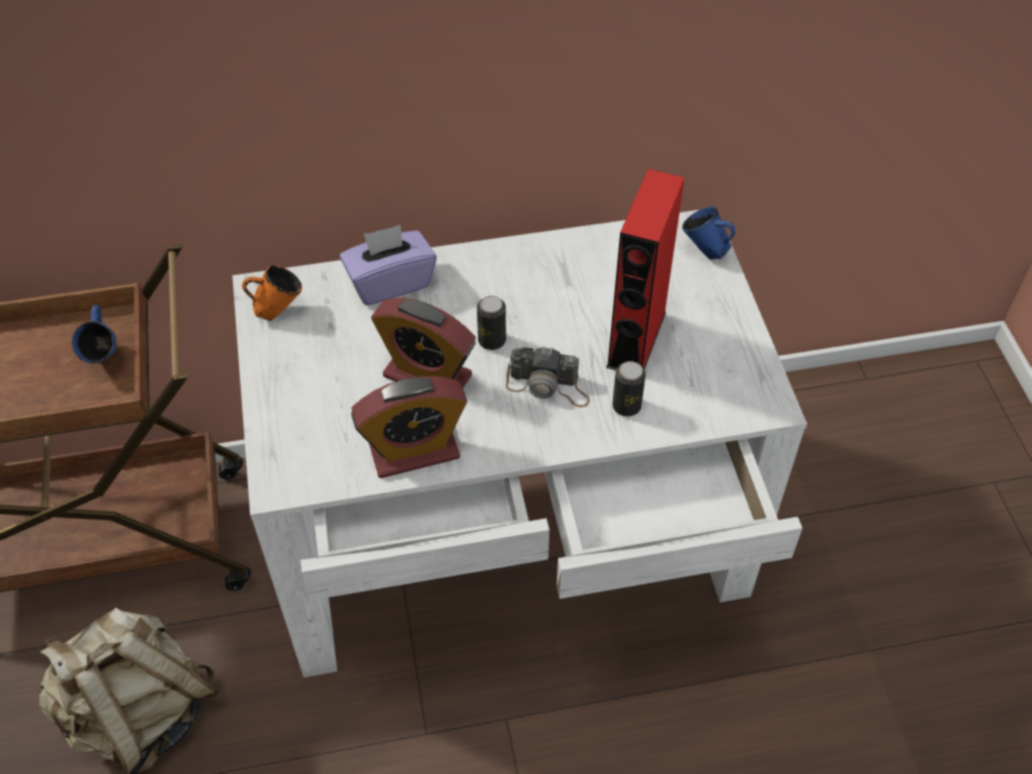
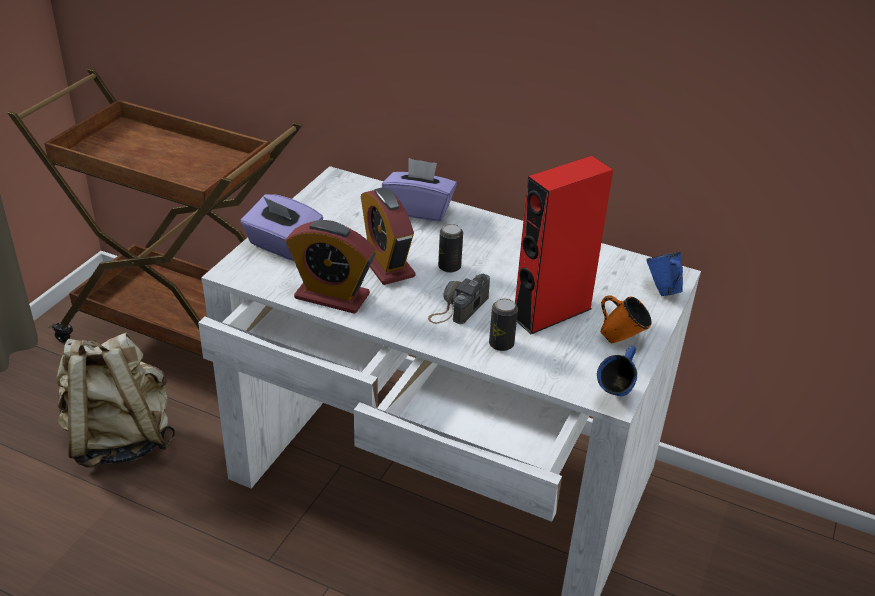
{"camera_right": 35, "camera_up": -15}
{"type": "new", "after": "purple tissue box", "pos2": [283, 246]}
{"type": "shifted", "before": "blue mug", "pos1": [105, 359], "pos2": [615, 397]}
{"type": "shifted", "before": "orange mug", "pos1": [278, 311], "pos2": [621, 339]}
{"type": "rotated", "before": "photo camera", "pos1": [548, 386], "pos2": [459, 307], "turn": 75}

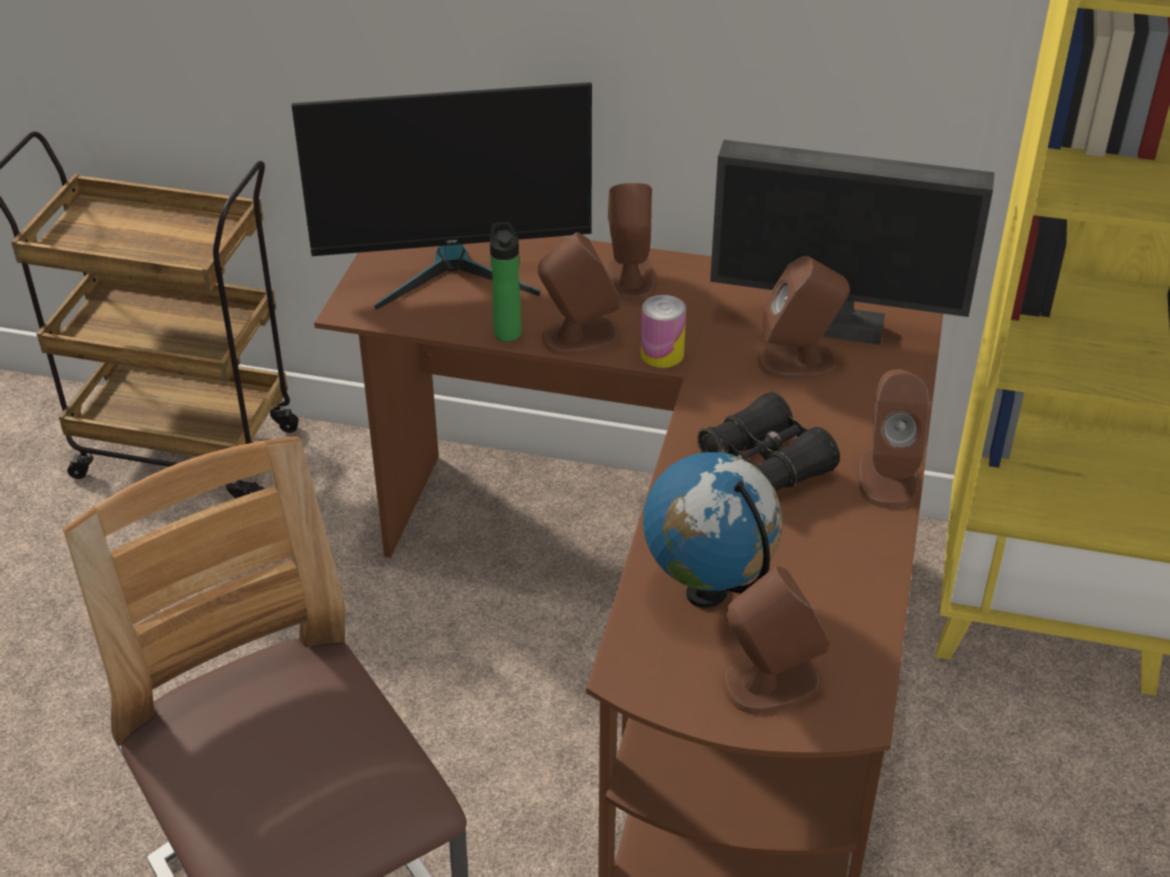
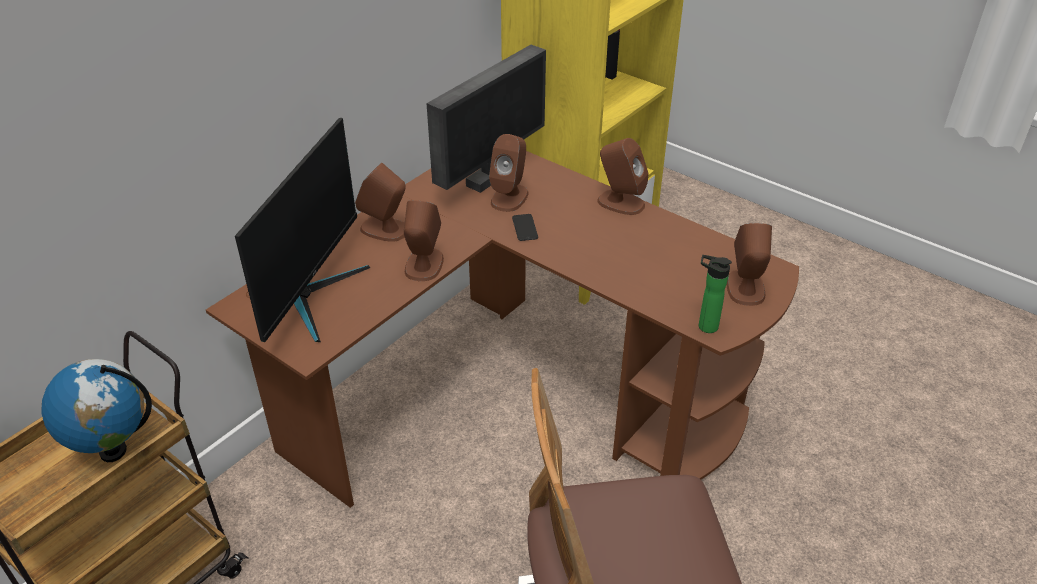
{"camera_right": -65, "camera_up": 0}
{"type": "gone", "before": "can", "pos1": [662, 354]}
{"type": "gone", "before": "black binoculars", "pos1": [765, 464]}
{"type": "new", "after": "phone", "pos2": [525, 228]}
{"type": "shifted", "before": "bottle", "pos1": [507, 331], "pos2": [704, 326]}
{"type": "shifted", "before": "globe", "pos1": [707, 592], "pos2": [113, 450]}

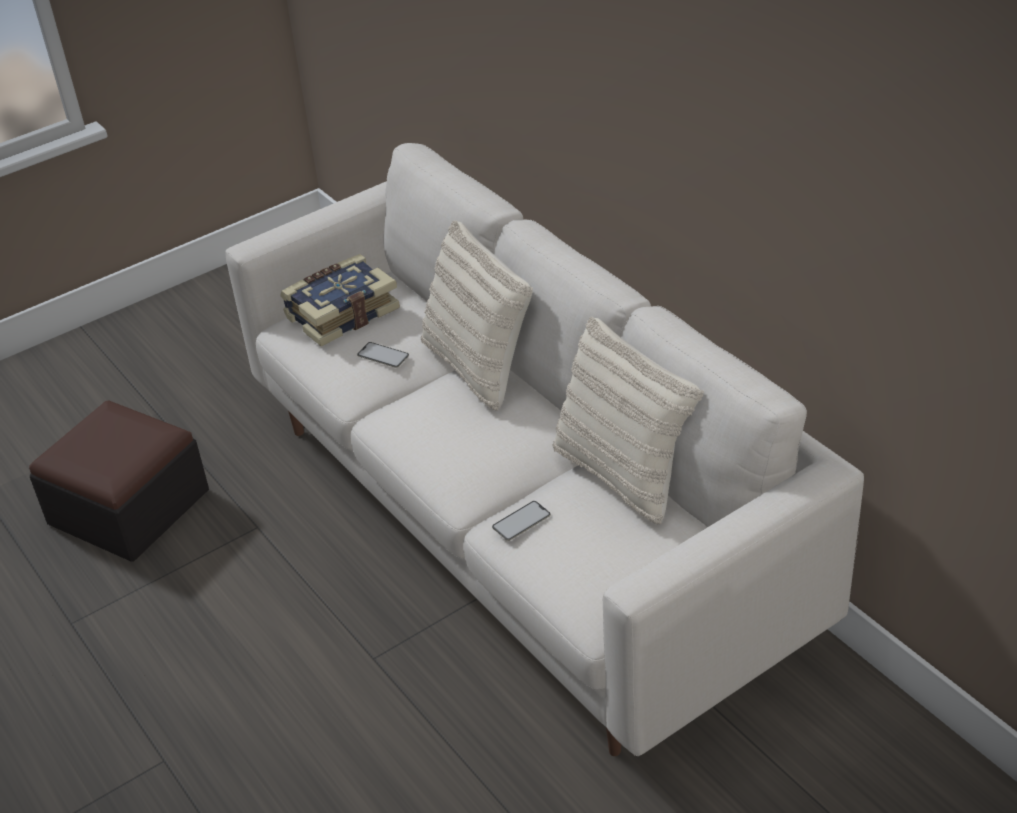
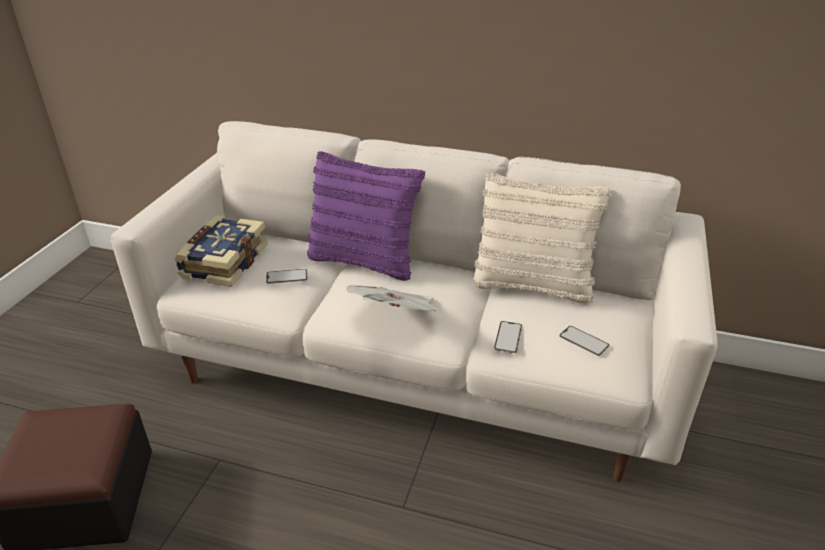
{"camera_right": -40, "camera_up": -5}
{"type": "new", "after": "newspaper", "pos2": [397, 317]}
{"type": "new", "after": "phone", "pos2": [583, 341]}
{"type": "repainted", "before": "beige pillow", "after": "purple pillow", "pos1": [479, 369], "pos2": [365, 262]}

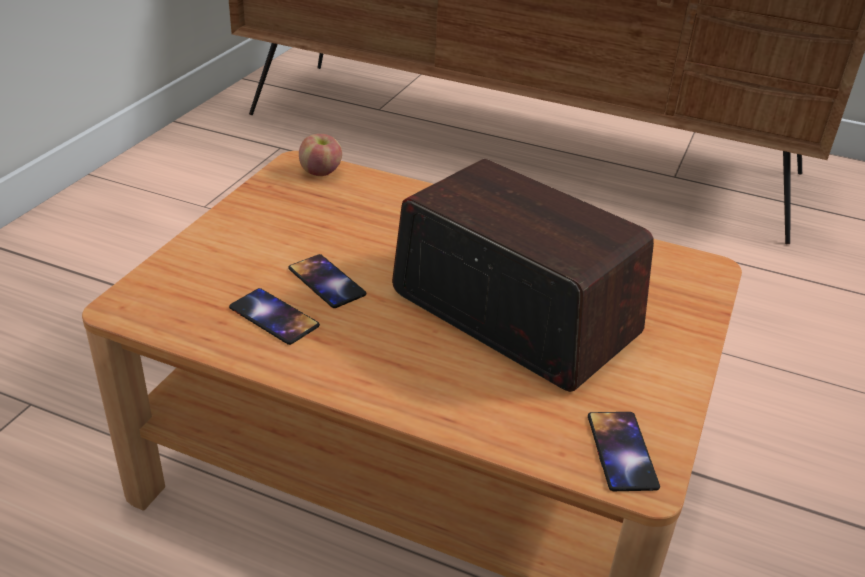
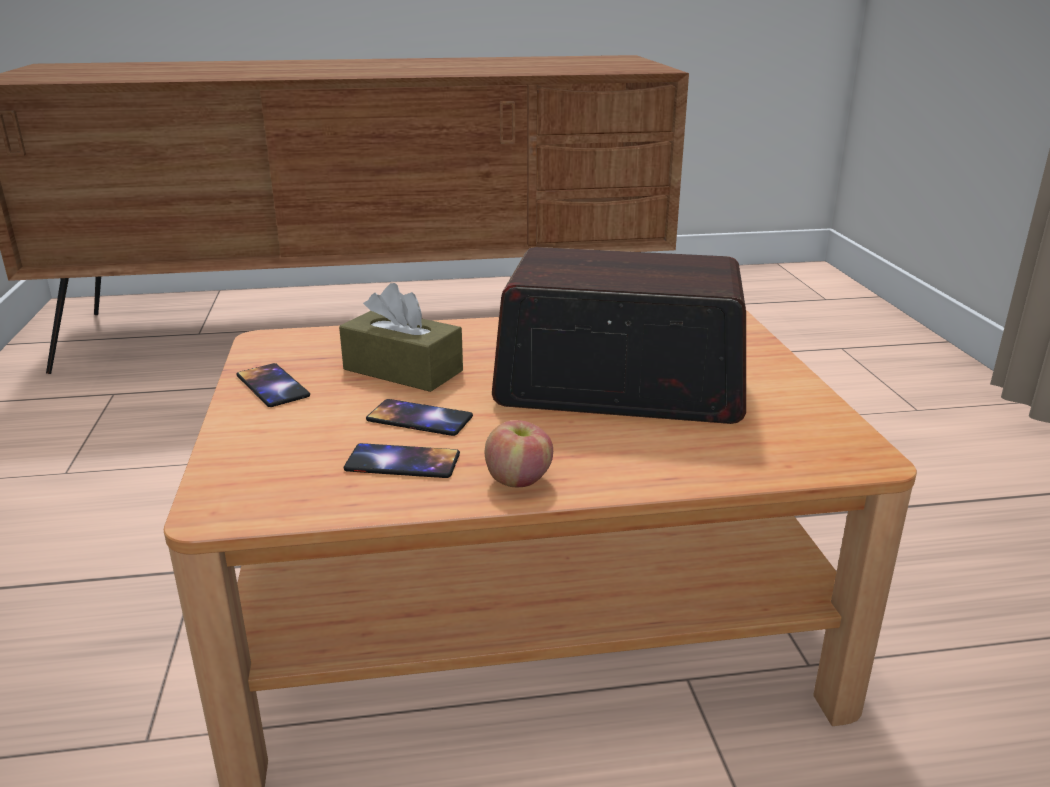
{"camera_right": -30, "camera_up": -10}
{"type": "new", "after": "brown tissue box", "pos2": [403, 370]}
{"type": "shifted", "before": "apple", "pos1": [321, 172], "pos2": [518, 480]}
{"type": "shifted", "before": "phone", "pos1": [621, 451], "pos2": [272, 386]}

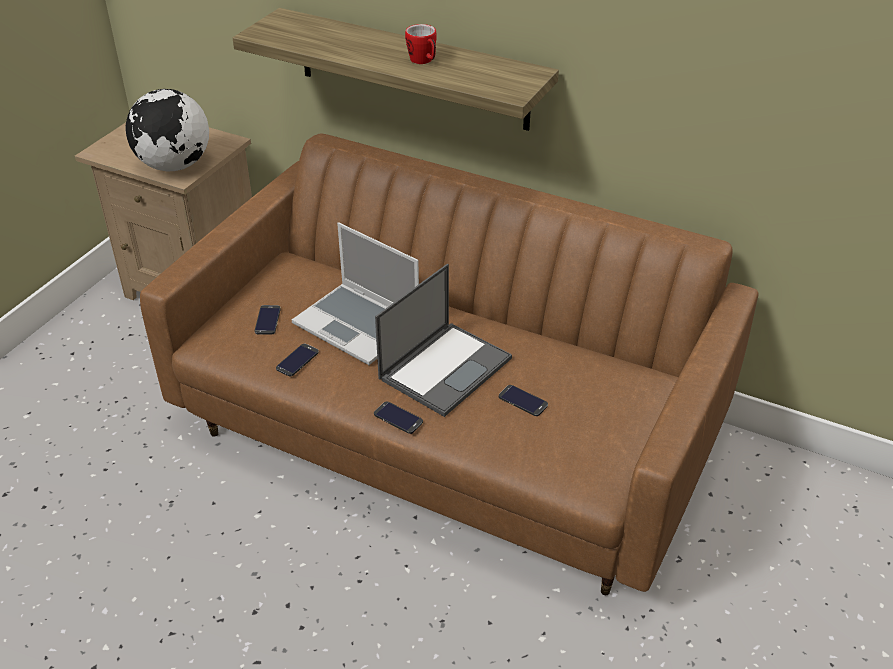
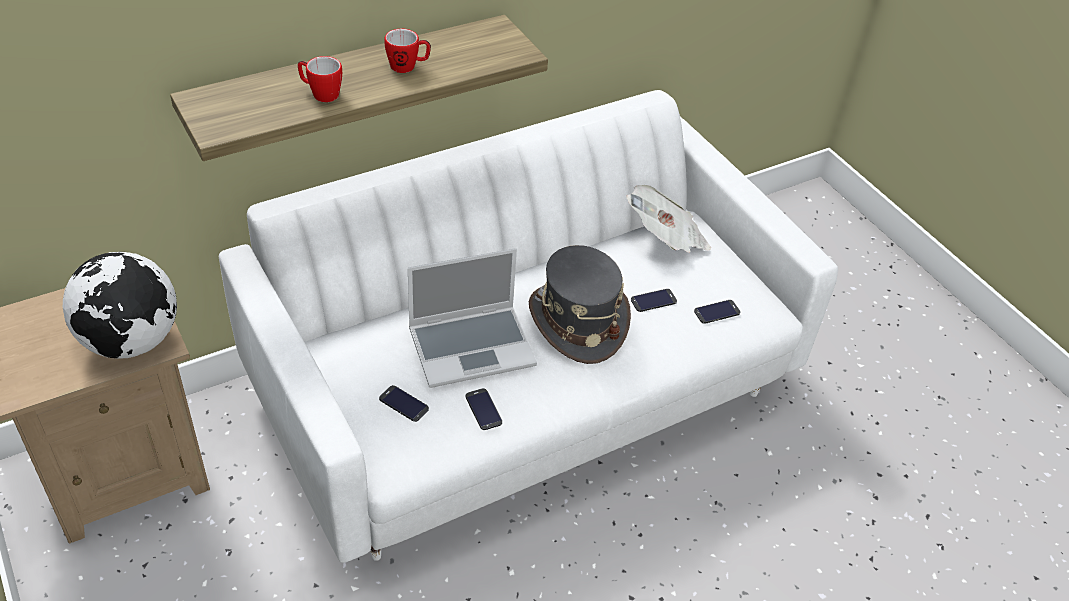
{"camera_right": -60, "camera_up": 5}
{"type": "new", "after": "mug", "pos2": [321, 94]}
{"type": "new", "after": "newspaper", "pos2": [666, 238]}
{"type": "shifted", "before": "phone", "pos1": [398, 418], "pos2": [717, 312]}
{"type": "swapped", "before": "laptop", "after": "grey hat", "pos1": [446, 367], "pos2": [577, 322]}
{"type": "repainted", "before": "brown sofa", "after": "white sofa", "pos1": [447, 435], "pos2": [526, 392]}

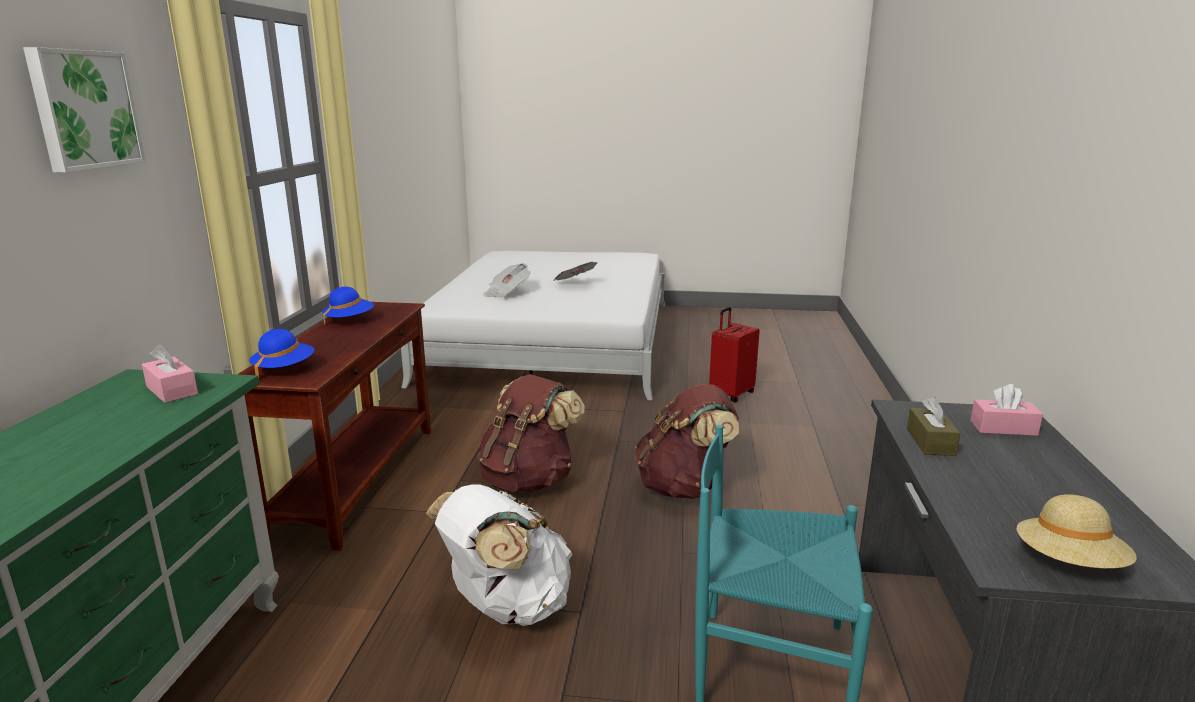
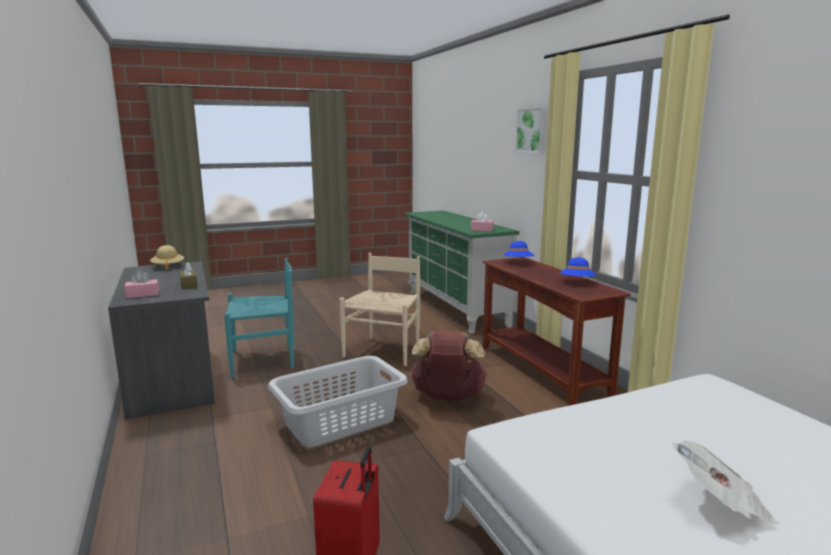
{"camera_right": 150, "camera_up": -5}
{"type": "gone", "before": "newspaper", "pos1": [506, 293]}
{"type": "swapped", "before": "white backpack", "after": "beige chair", "pos1": [506, 607], "pos2": [384, 351]}
{"type": "swapped", "before": "brown backpack", "after": "grey laundry basket", "pos1": [684, 488], "pos2": [339, 421]}

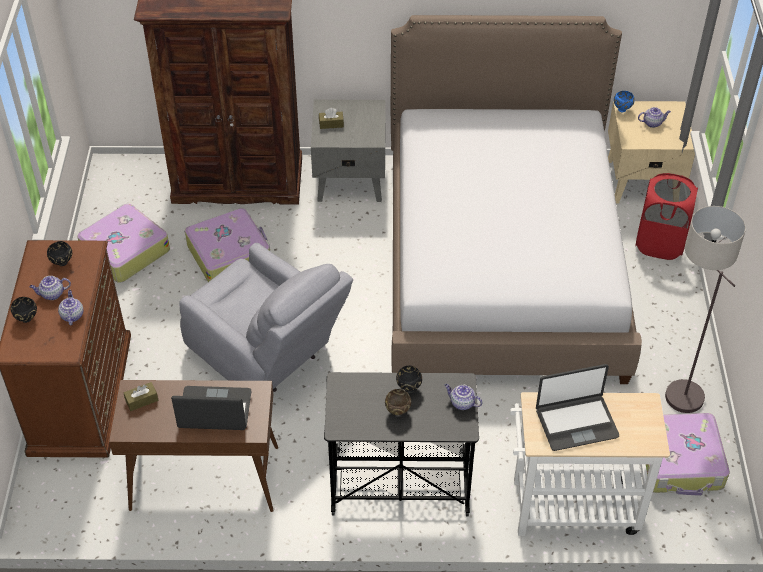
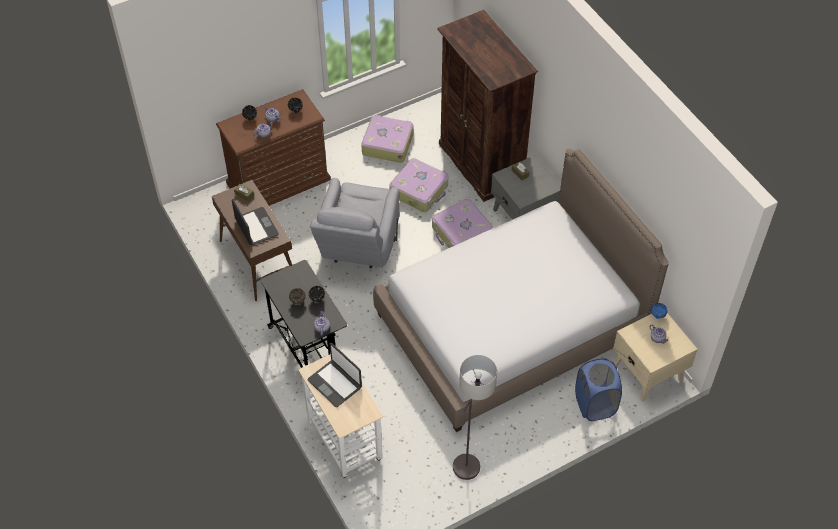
{"camera_right": 60, "camera_up": 5}
{"type": "shifted", "before": "suitcase", "pos1": [680, 461], "pos2": [461, 233]}
{"type": "repainted", "before": "red laundry basket", "after": "blue laundry basket", "pos1": [660, 243], "pos2": [595, 404]}

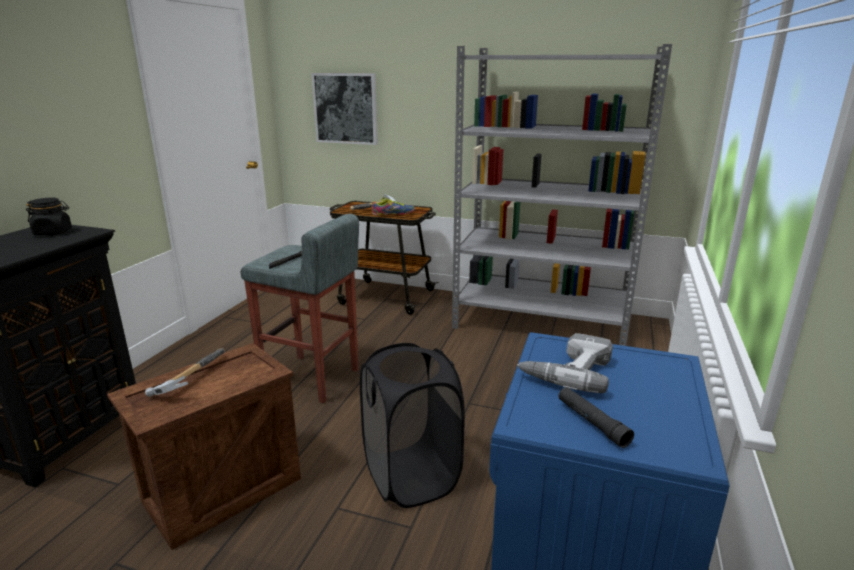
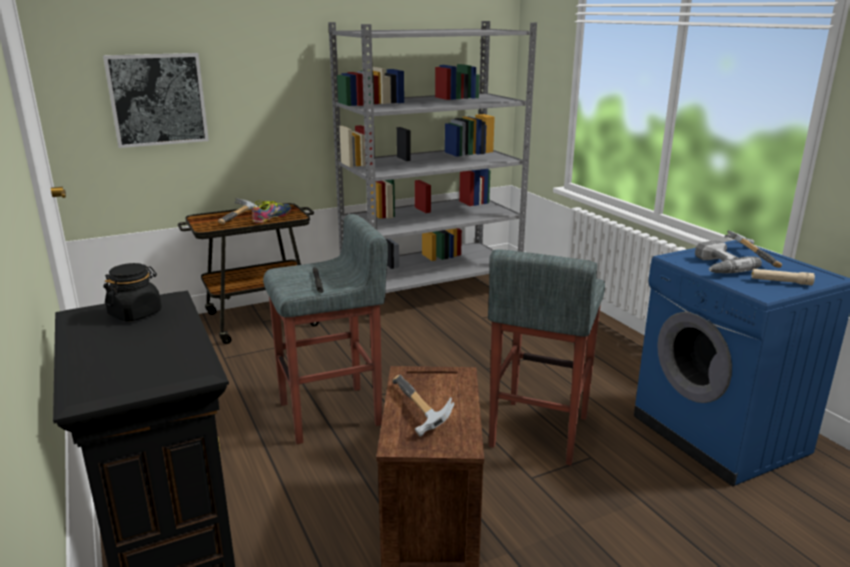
{"camera_right": -45, "camera_up": 0}
{"type": "new", "after": "hammer", "pos2": [755, 256]}
{"type": "swapped", "before": "black laundry basket", "after": "grey stool", "pos1": [410, 476], "pos2": [537, 432]}
{"type": "repainted", "before": "black flashlight", "after": "beige flashlight", "pos1": [592, 422], "pos2": [780, 282]}

